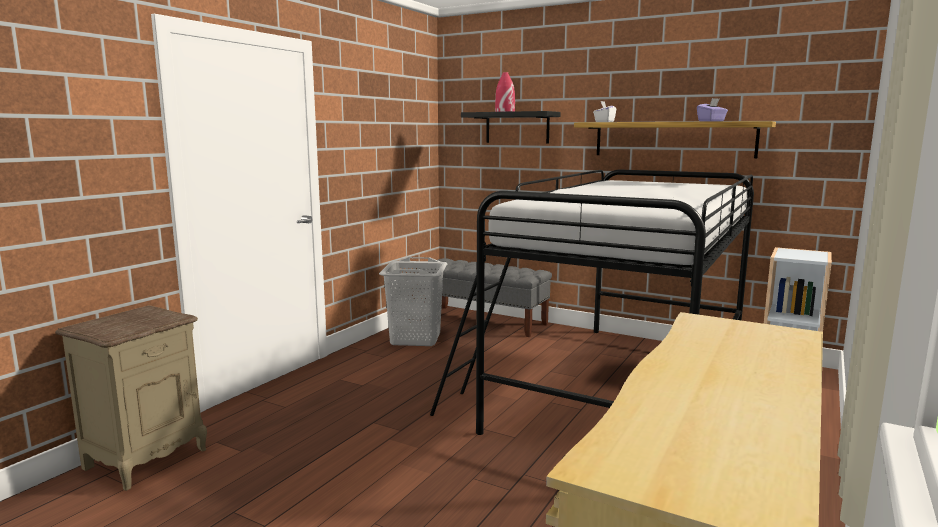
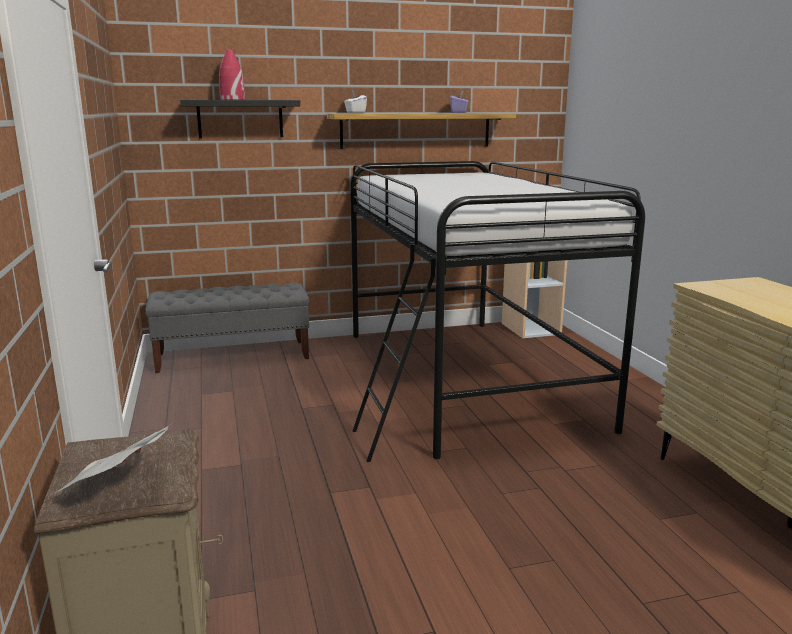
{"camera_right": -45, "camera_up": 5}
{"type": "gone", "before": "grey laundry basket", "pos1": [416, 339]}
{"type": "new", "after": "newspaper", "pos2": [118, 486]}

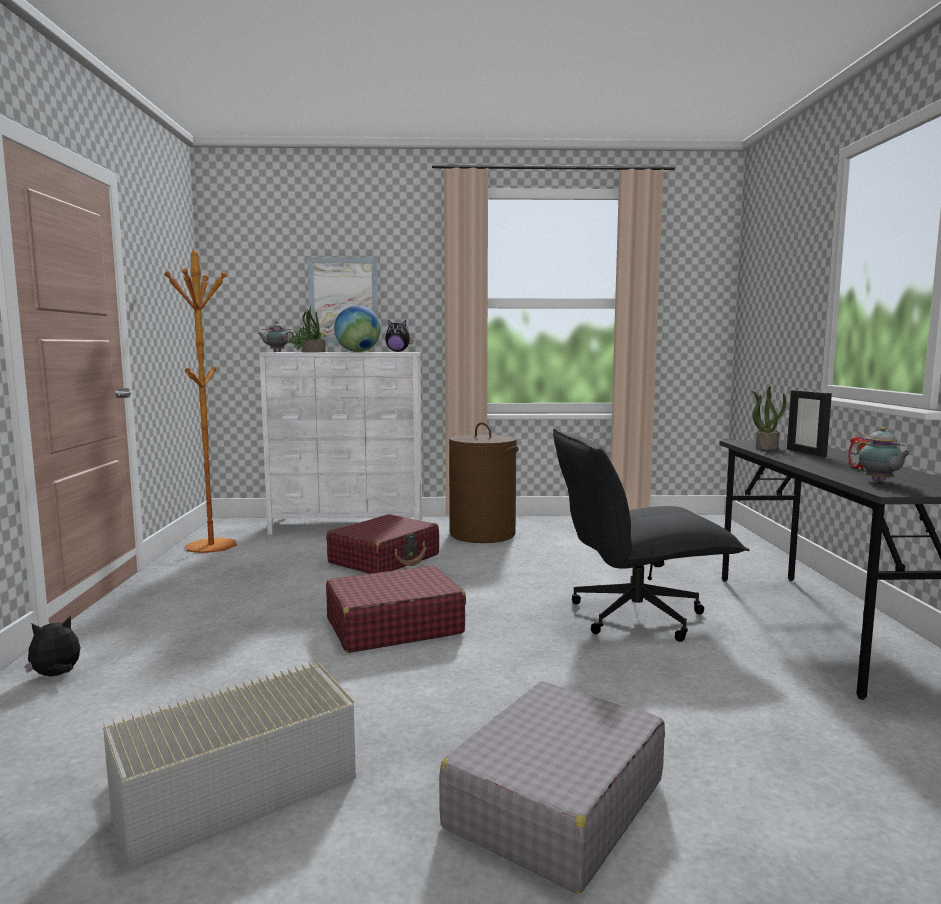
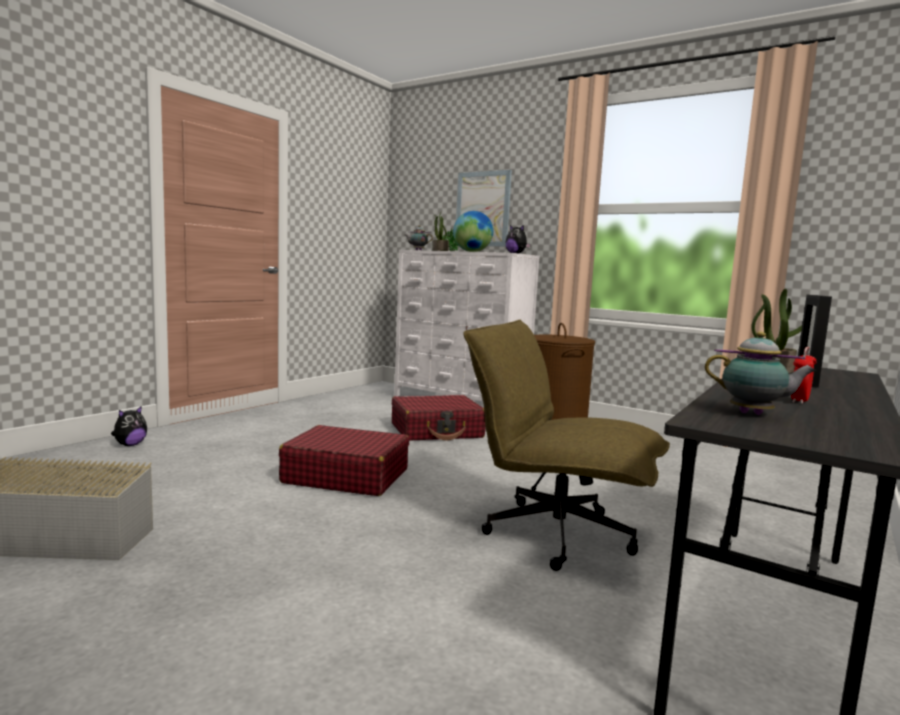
{"camera_right": 35, "camera_up": 0}
{"type": "gone", "before": "orange clothes rack", "pos1": [211, 545]}
{"type": "gone", "before": "grey suitcase", "pos1": [555, 804]}
{"type": "repainted", "before": "black office chair", "after": "beige office chair", "pos1": [638, 616], "pos2": [560, 535]}
{"type": "rotated", "before": "plush toy", "pos1": [56, 675], "pos2": [130, 445], "turn": 120}
{"type": "rotated", "before": "teapot", "pos1": [879, 481], "pos2": [754, 414], "turn": -90}

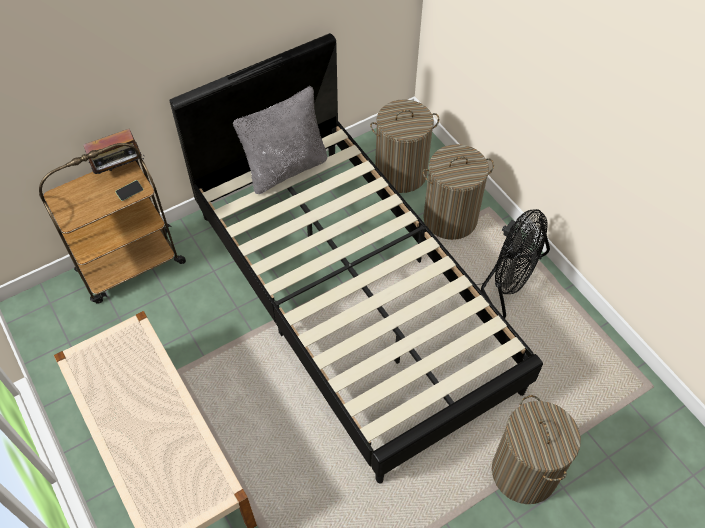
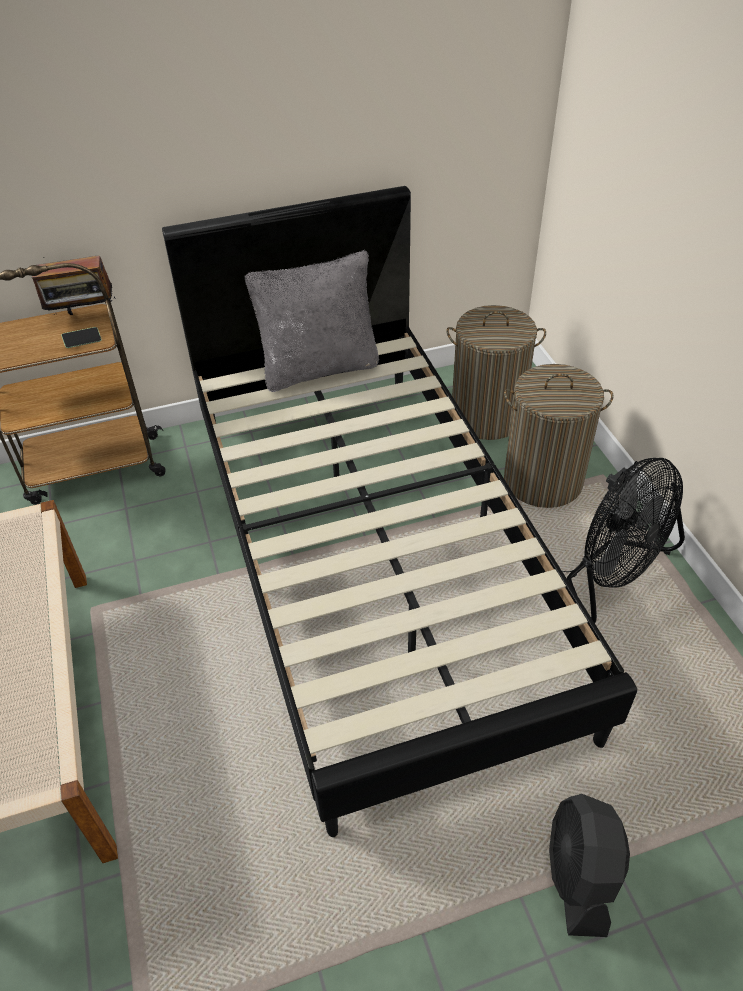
{"camera_right": 15, "camera_up": -10}
{"type": "swapped", "before": "laundry basket", "after": "black fan", "pos1": [524, 472], "pos2": [579, 876]}

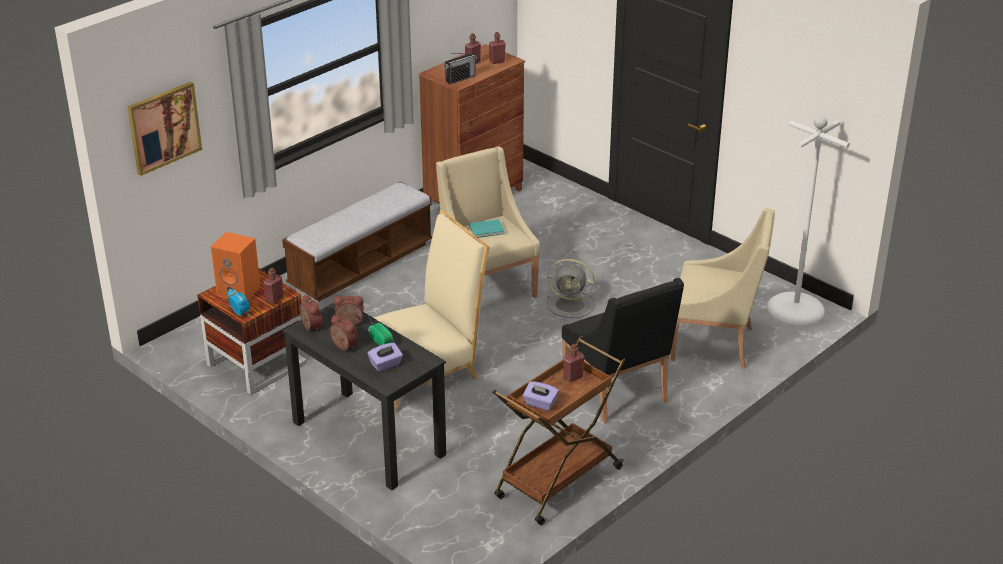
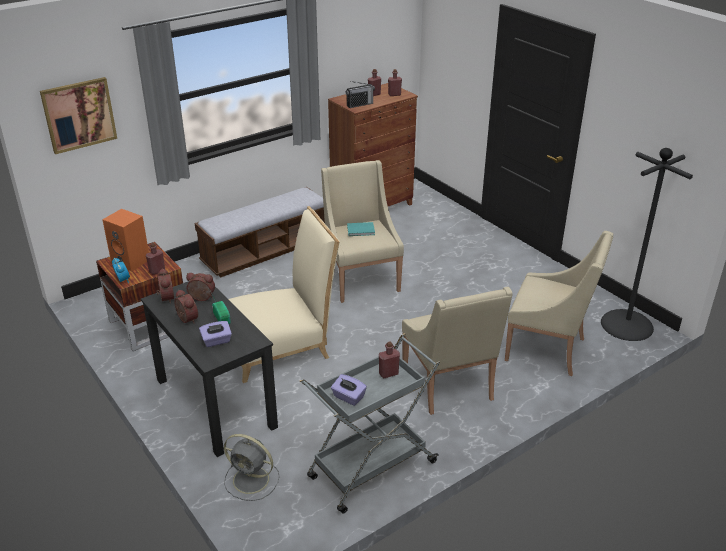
{"camera_right": 10, "camera_up": 0}
{"type": "shifted", "before": "grey fan", "pos1": [571, 305], "pos2": [252, 480]}
{"type": "repainted", "before": "brown cart", "after": "grey cart", "pos1": [558, 483], "pos2": [371, 470]}
{"type": "repainted", "before": "black armchair", "after": "beige armchair", "pos1": [618, 393], "pos2": [449, 386]}
{"type": "repainted", "before": "white clothes rack", "after": "black clothes rack", "pos1": [795, 309], "pos2": [627, 325]}

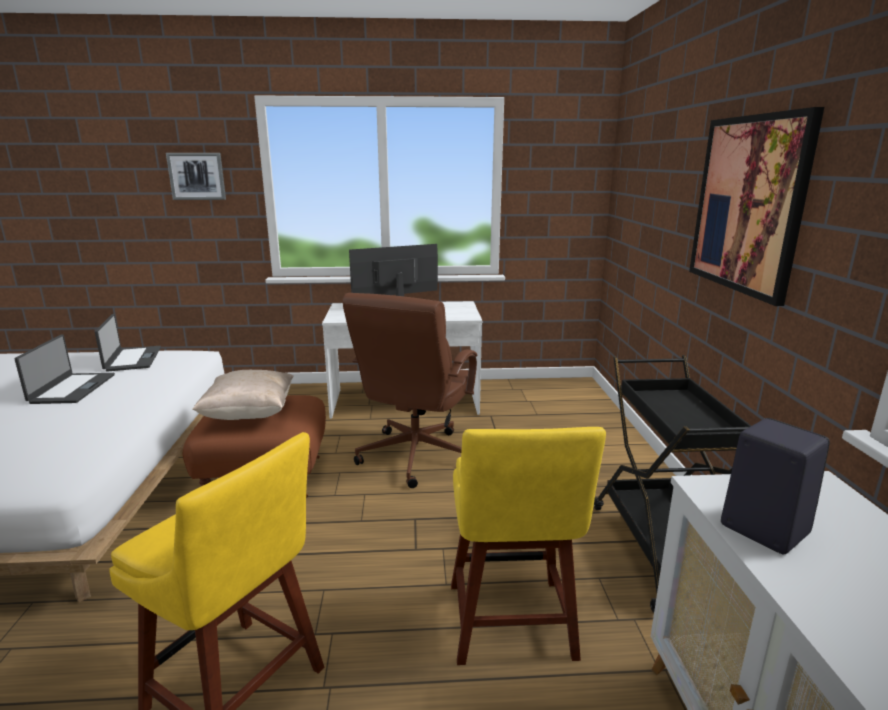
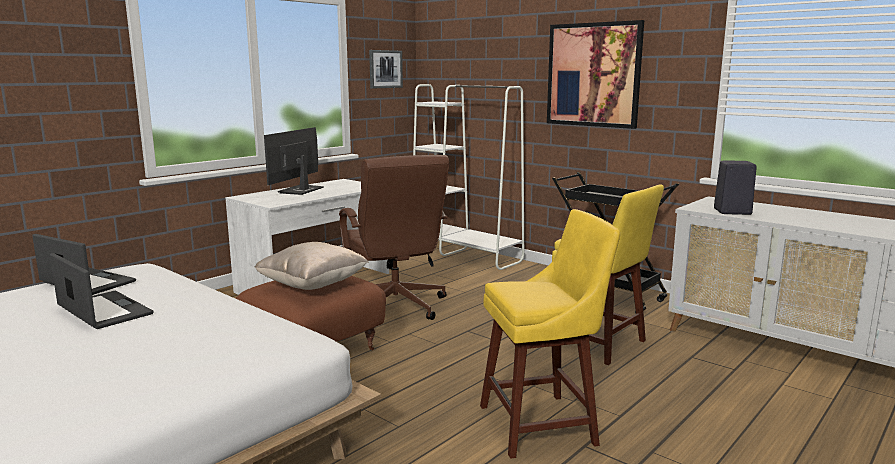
{"camera_right": -45, "camera_up": -5}
{"type": "new", "after": "white clothes rack", "pos2": [466, 256]}
{"type": "shifted", "before": "picture", "pos1": [197, 176], "pos2": [385, 69]}

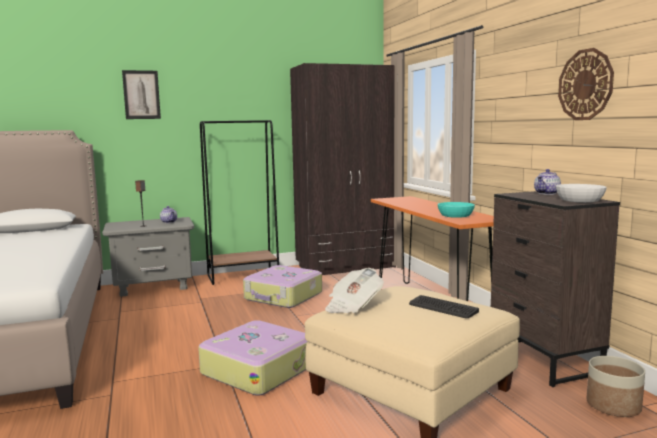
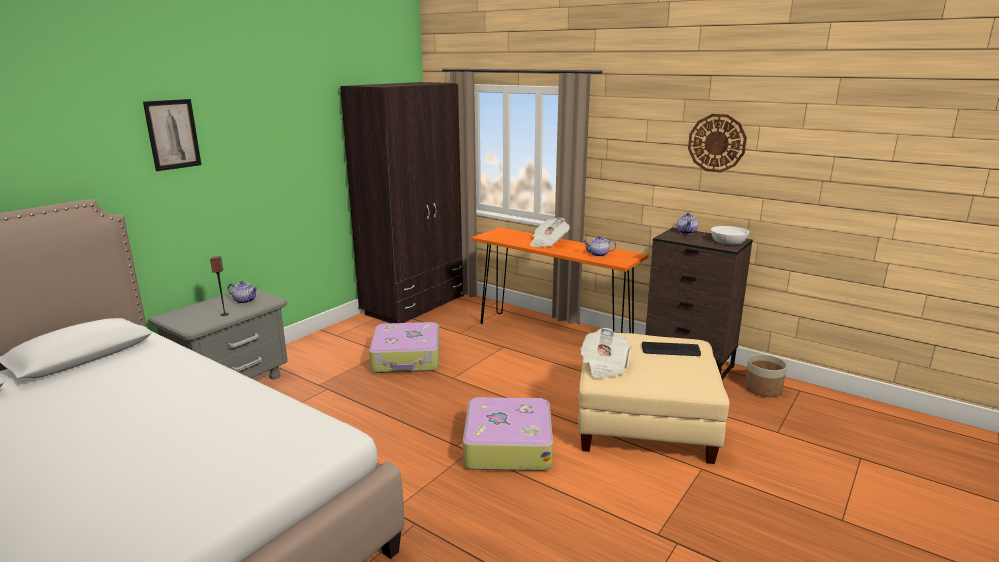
{"camera_right": -35, "camera_up": 10}
{"type": "gone", "before": "clothes rack", "pos1": [243, 277]}
{"type": "new", "after": "newspaper", "pos2": [548, 243]}
{"type": "swapped", "before": "turquoise bowl", "after": "teapot", "pos1": [455, 215], "pos2": [598, 255]}

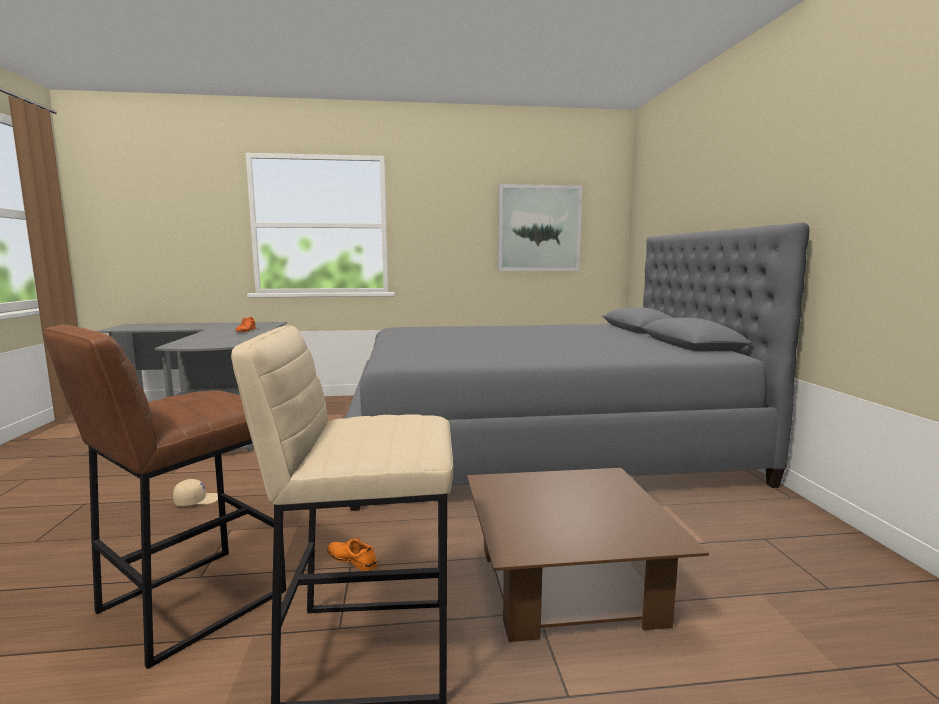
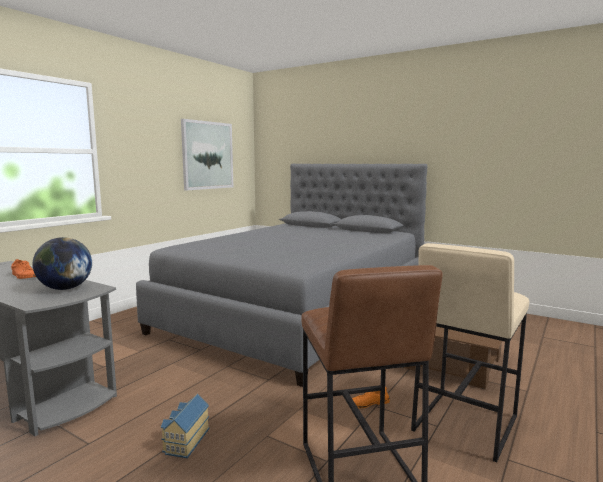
{"camera_right": -50, "camera_up": 0}
{"type": "new", "after": "globe", "pos2": [65, 288]}
{"type": "swapped", "before": "beige cap", "after": "toy house", "pos1": [197, 500], "pos2": [185, 440]}

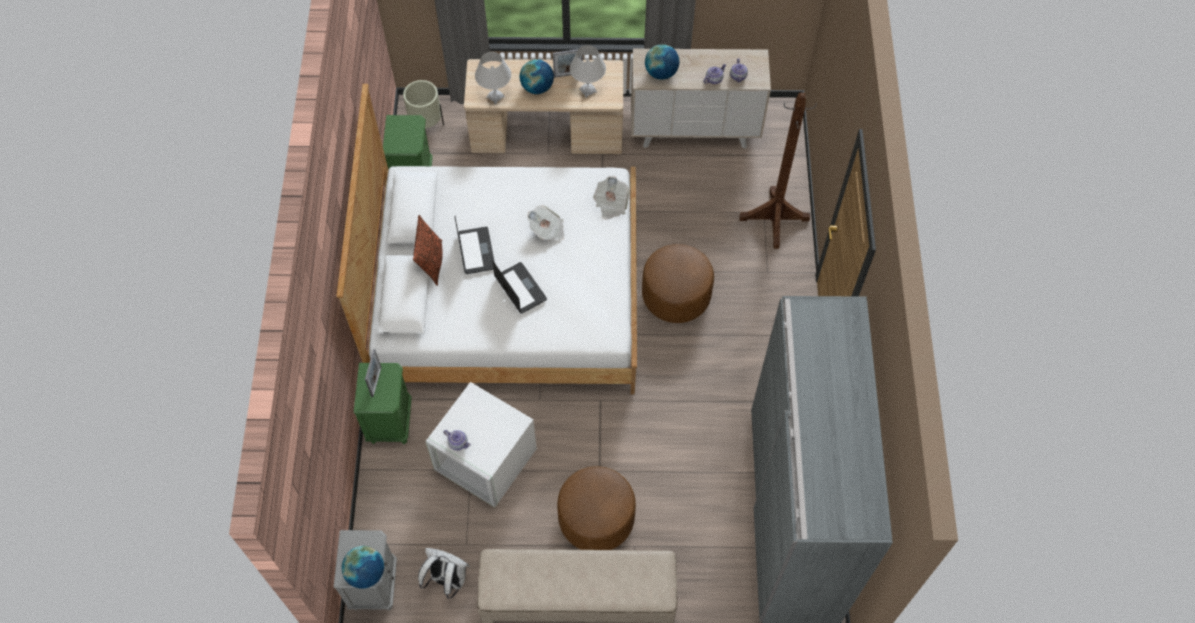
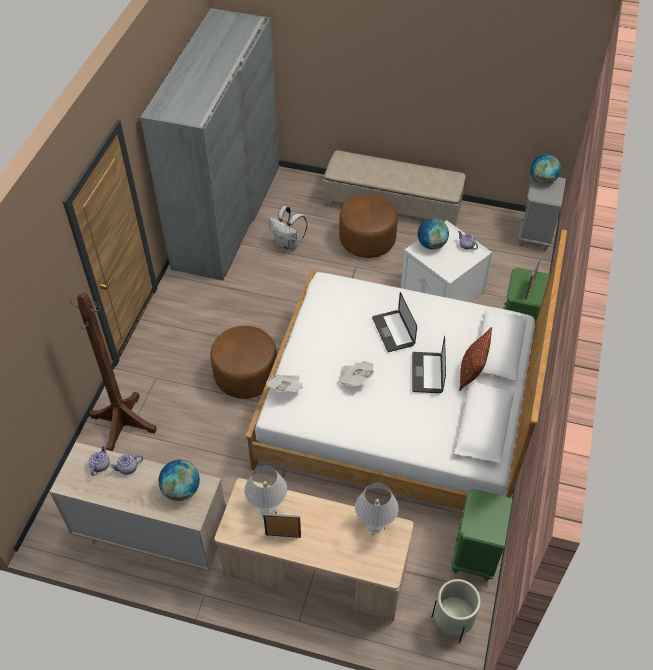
{"camera_right": -165, "camera_up": -10}
{"type": "shifted", "before": "white backpack", "pos1": [447, 579], "pos2": [288, 244]}
{"type": "shifted", "before": "globe", "pos1": [537, 87], "pos2": [431, 244]}

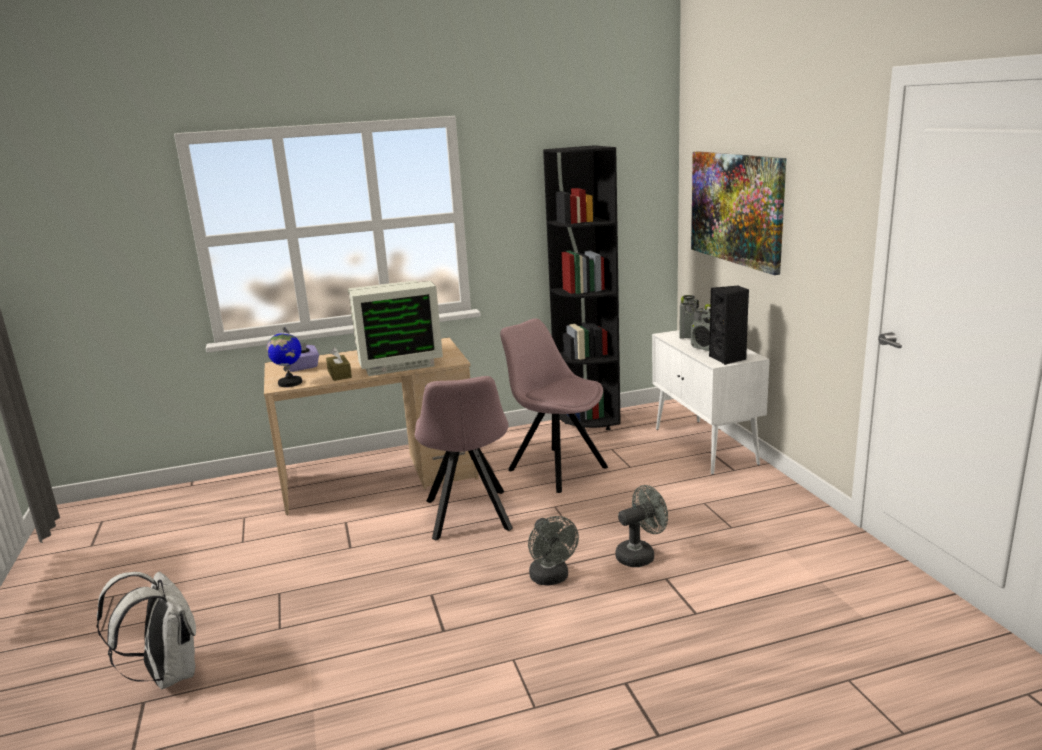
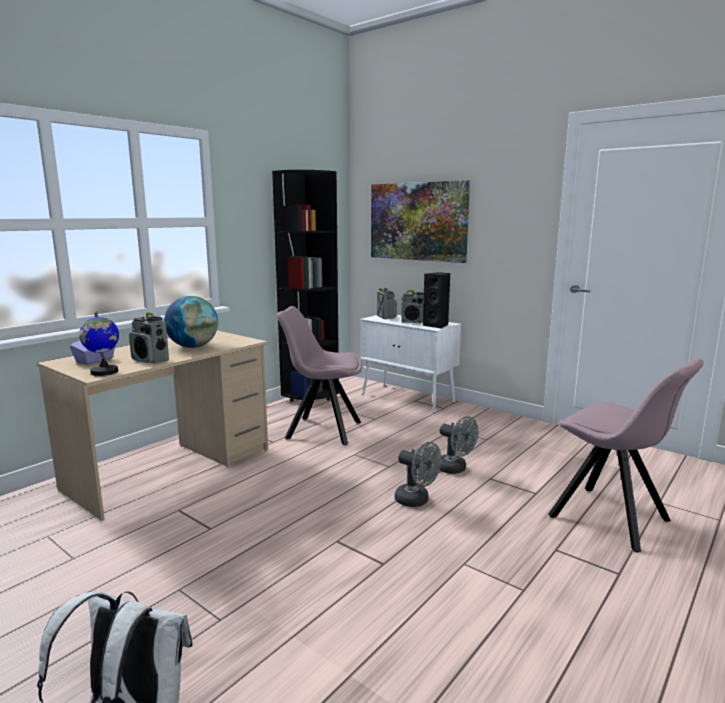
{"camera_right": -35, "camera_up": -5}
{"type": "shifted", "before": "pink chair", "pos1": [468, 515], "pos2": [610, 518]}
{"type": "swapped", "before": "brown tissue box", "after": "radio", "pos1": [339, 374], "pos2": [150, 360]}
{"type": "swapped", "before": "monitor", "after": "globe", "pos1": [396, 361], "pos2": [193, 347]}
{"type": "rotated", "before": "grey fan", "pos1": [640, 555], "pos2": [455, 469], "turn": 105}

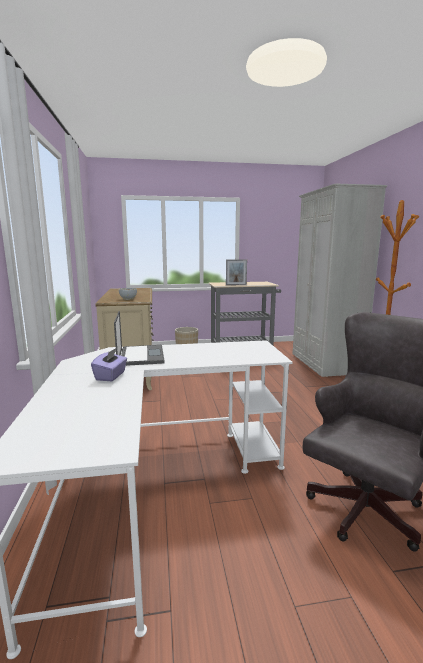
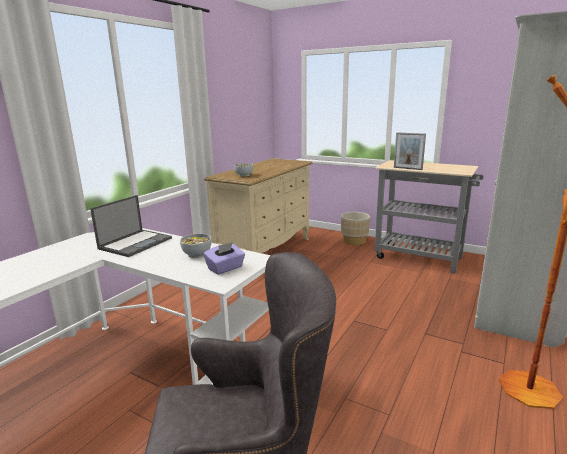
{"camera_right": 40, "camera_up": 5}
{"type": "new", "after": "bowl", "pos2": [196, 254]}
{"type": "shifted", "before": "purple tissue box", "pos1": [111, 376], "pos2": [225, 268]}

